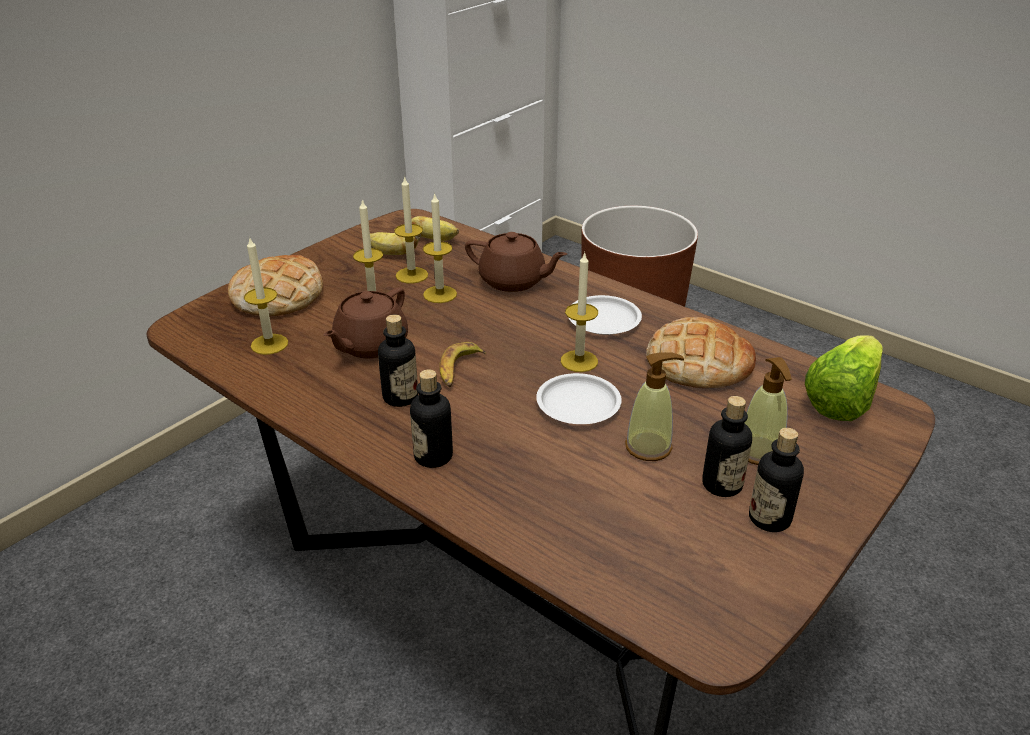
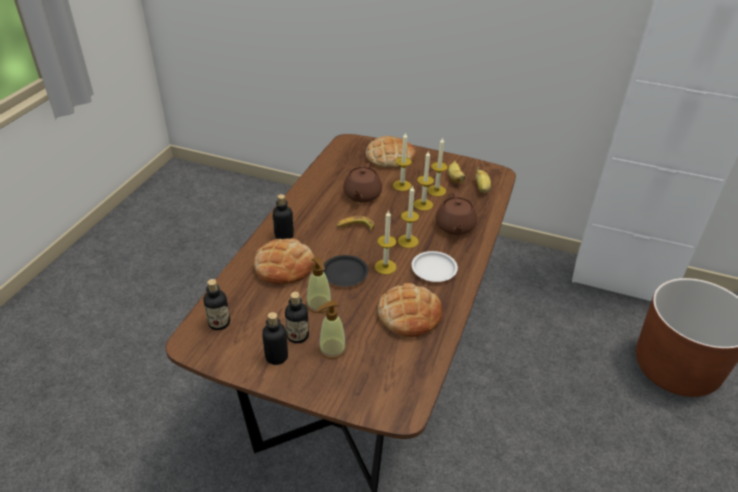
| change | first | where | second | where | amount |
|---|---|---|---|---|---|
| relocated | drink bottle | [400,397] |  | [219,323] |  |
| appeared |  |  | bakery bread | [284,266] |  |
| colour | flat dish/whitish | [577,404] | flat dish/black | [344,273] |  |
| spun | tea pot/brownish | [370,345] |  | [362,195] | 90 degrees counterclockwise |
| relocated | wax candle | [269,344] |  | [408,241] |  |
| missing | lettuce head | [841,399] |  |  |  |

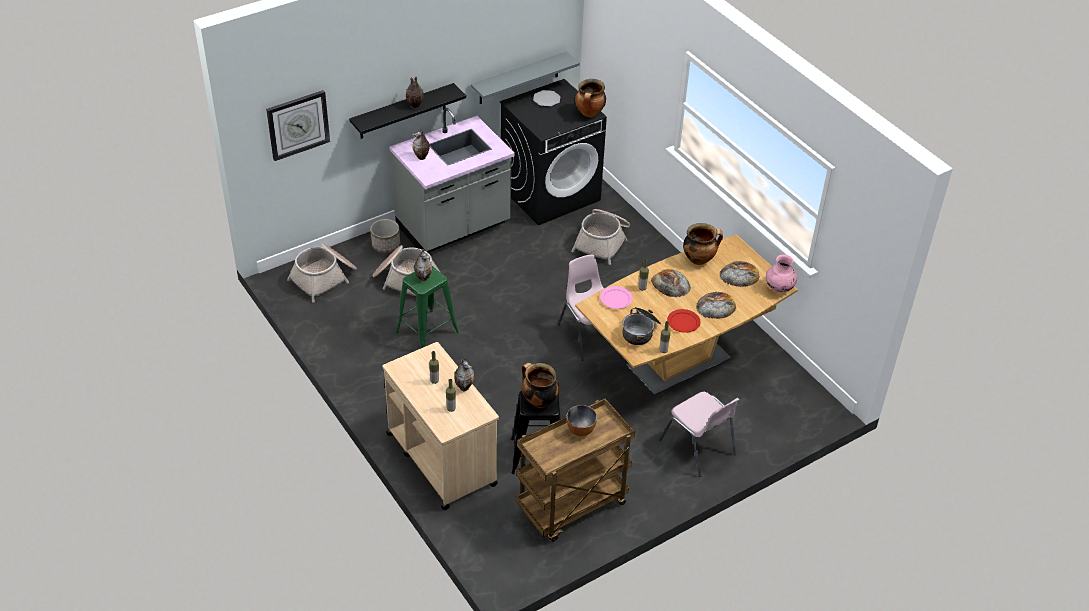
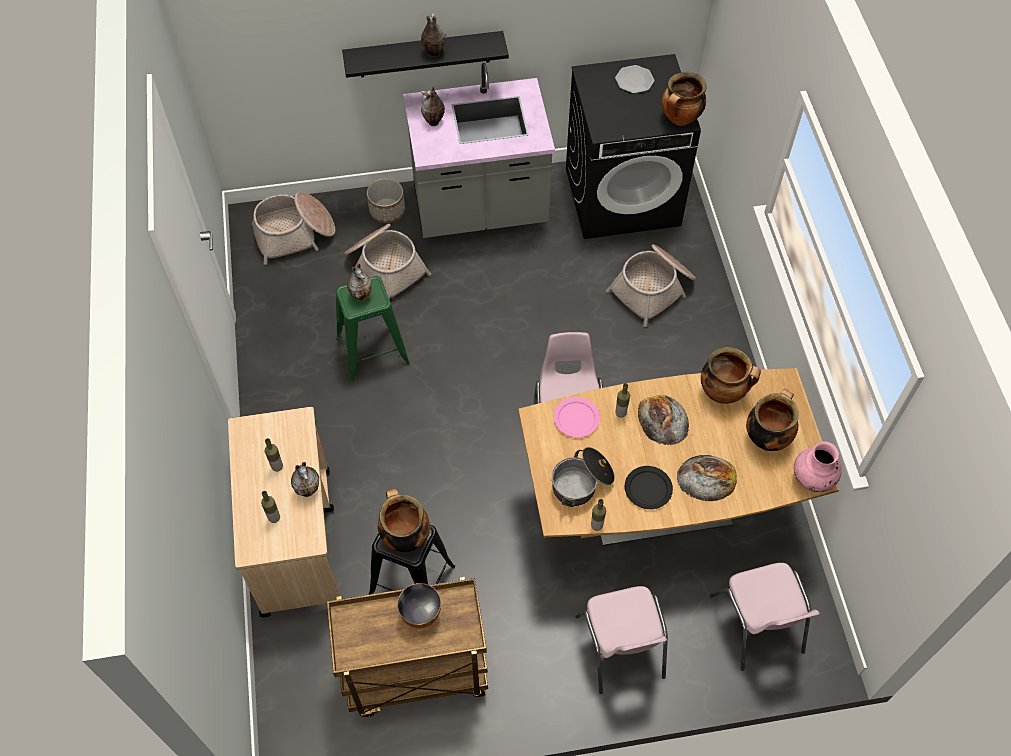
| change | first | where | second | where | amount |
|---|---|---|---|---|---|
| colour | flat dish/red-coloured | [683,322] | flat dish/black | [648,489] |  |
| appeared |  |  | plain chair/pink | [757,625] |  |
| exchanged | bakery bread | [739,275] | cooking pot | [766,437] |  |
| missing | clock on the wall | [298,124] |  |  |  |
| missing | wall shelf/gray | [519,78] |  |  |  |

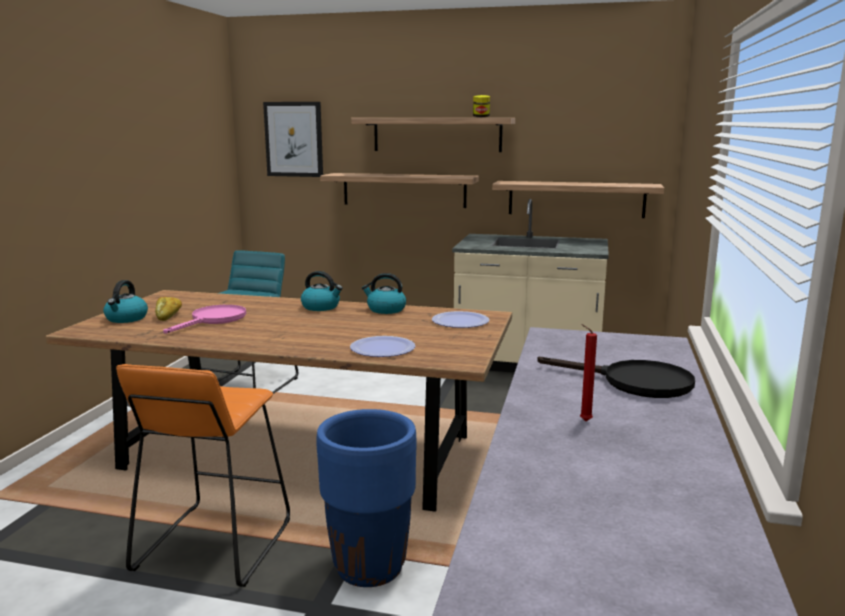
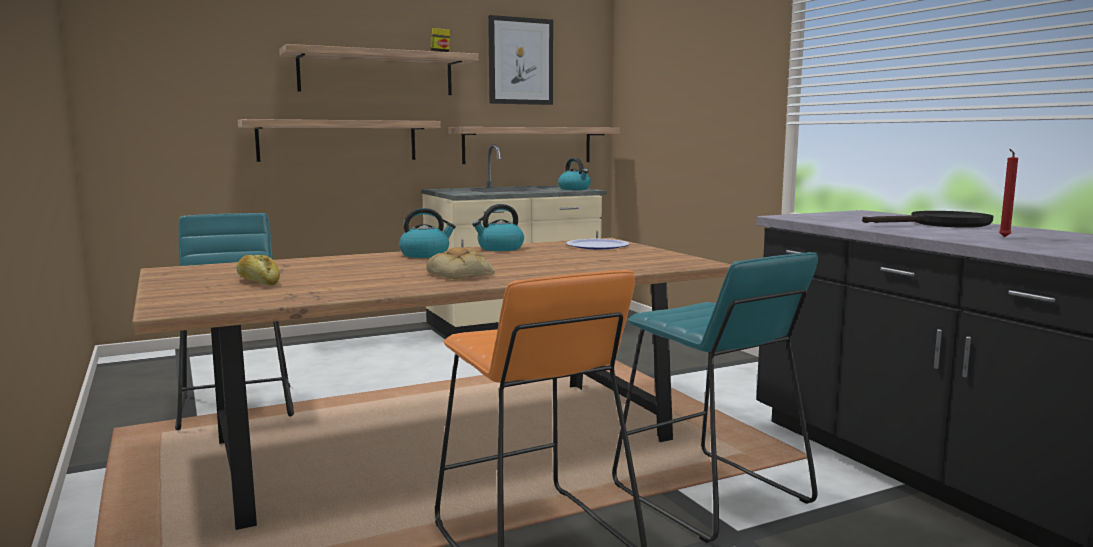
| change | first | where | second | where | amount |
|---|---|---|---|---|---|
| appeared |  |  | bakery bread | [462,274] |  |
| relocated | wall picture | [294,139] |  | [520,61] |  |
| relocated | tea kettle | [126,319] |  | [574,189] |  |
| exchanged | planter/bluish | [369,567] | stool seat/turquoise | [709,495] |  |
| missing | pan/pink | [214,320] |  |  |  |
| missing | flat dish | [382,348] |  |  |  |

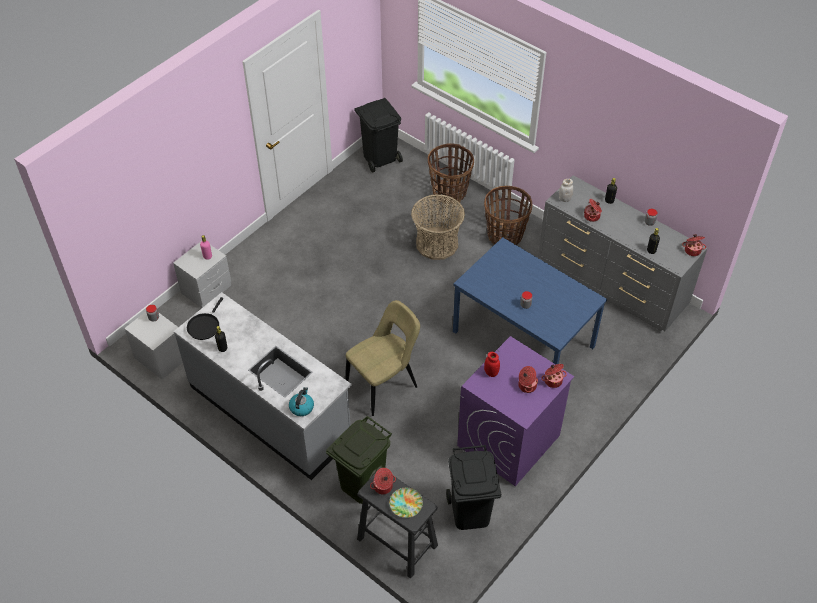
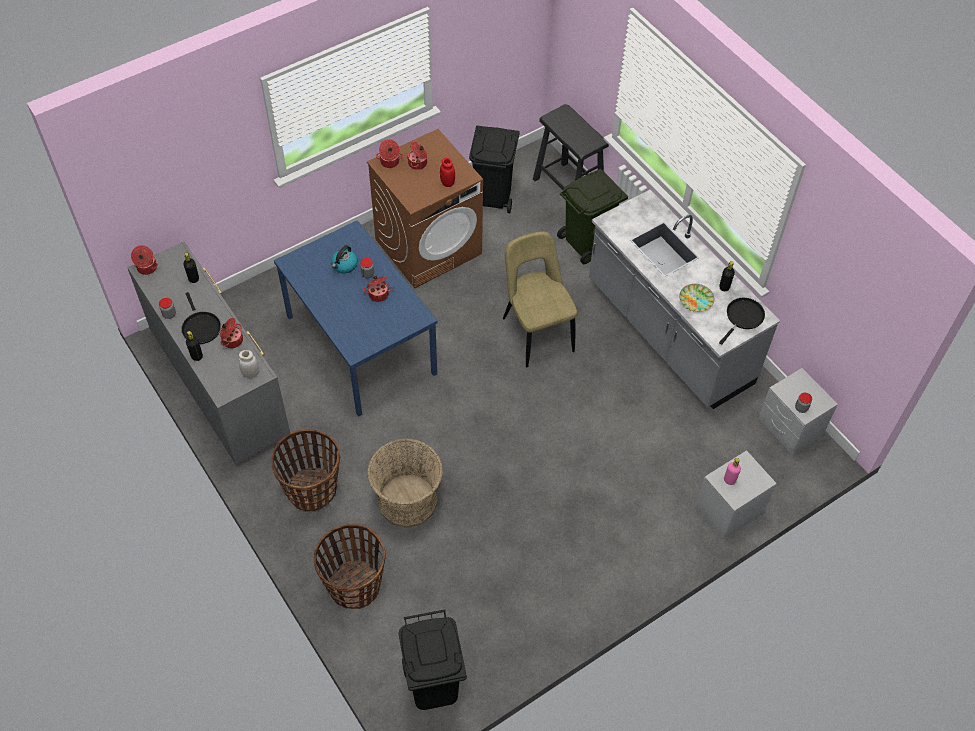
| change | first | where | second | where | amount |
|---|---|---|---|---|---|
| appeared |  |  | pan/black | [200,327] |  |
| relocated | tea kettle | [301,407] |  | [344,265] |  |
| relocated | cooking pot | [383,487] |  | [378,294] |  |
| colour | washing machine/purple-coloured | [508,441] | washing machine/brownish | [429,246] |  |
| spun | plain chair/beige | [384,385] |  | [536,332] | 90 degrees clockwise |
| relocated | flat dish | [406,504] |  | [696,299] |  |

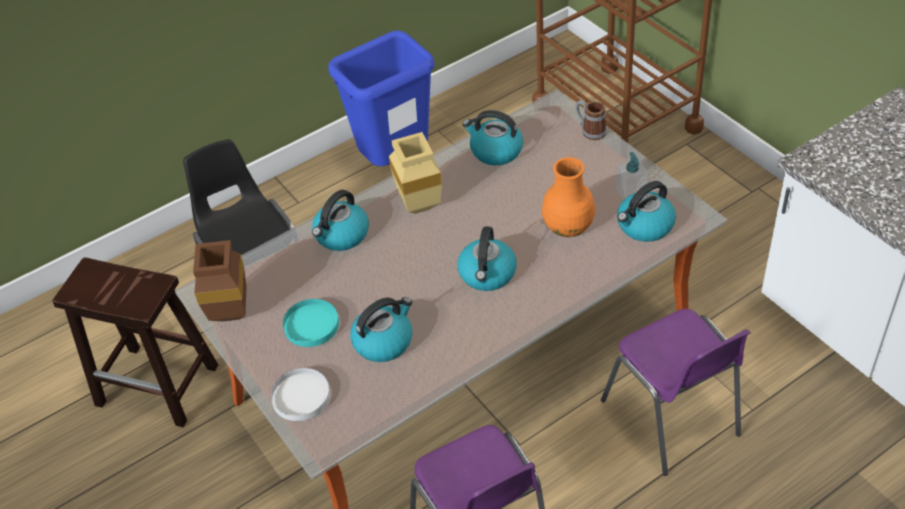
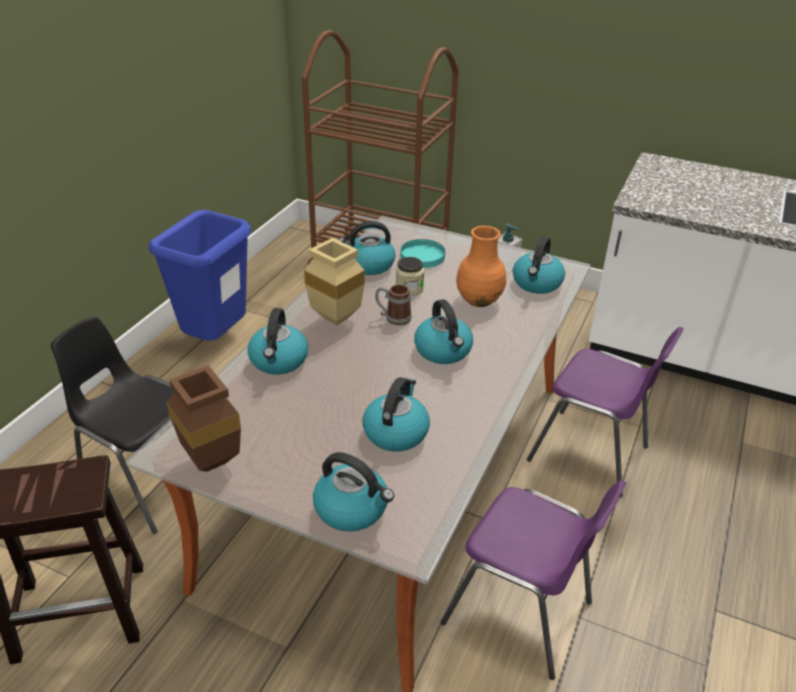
| change | first | where | second | where | amount |
|---|---|---|---|---|---|
| exchanged | flat dish/whitish | [301,396] | tea kettle | [352,509] |  |
| relocated | coffee mug | [590,130] |  | [393,318] |  |
| appeared |  |  | storage jar | [409,288] |  |
| relocated | flat dish/turquoise | [311,325] |  | [422,256] |  |

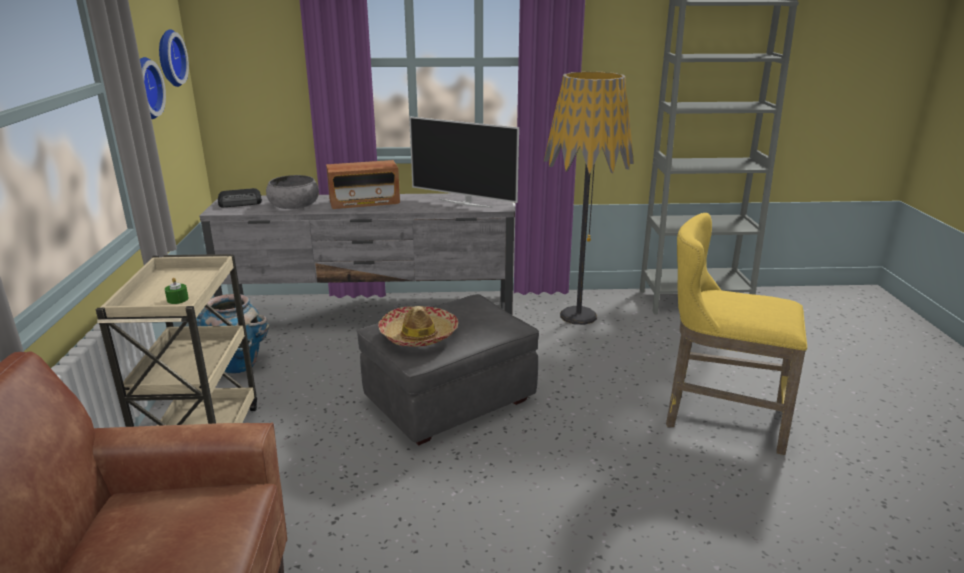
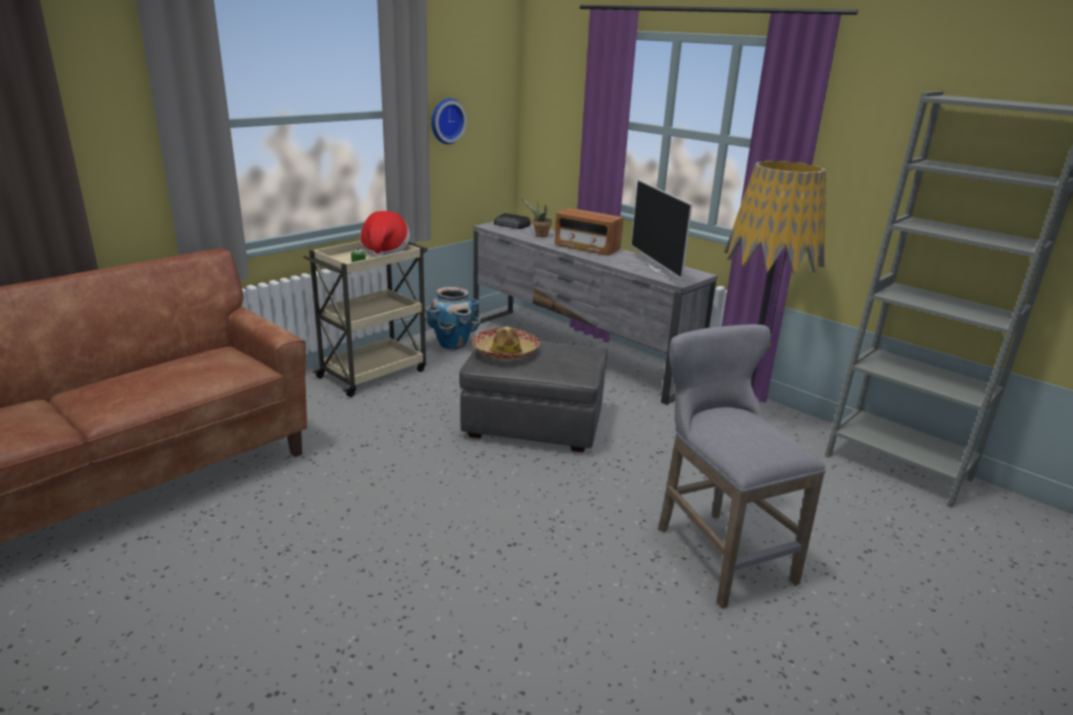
| change | first | where | second | where | amount |
|---|---|---|---|---|---|
| appeared |  |  | wearable hat | [384,251] |  |
| exchanged | serving bowl/gray | [294,204] | potted plant | [539,235] |  |
| colour | stool seat/yellow-coloured | [717,418] | stool seat/gray | [717,550] |  |
| missing | clock on the wall | [168,58] |  |  |  |

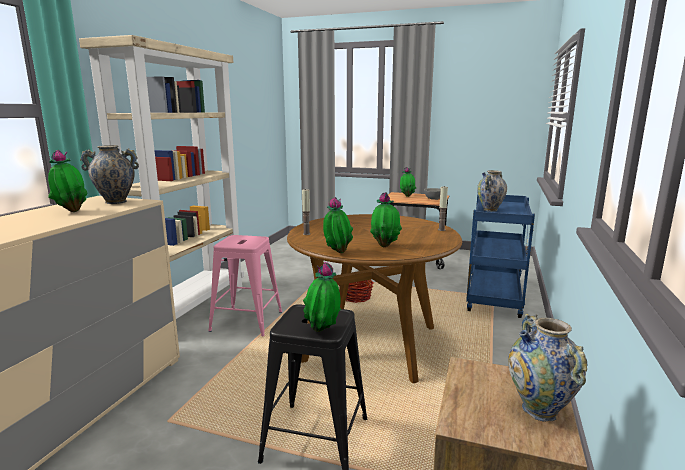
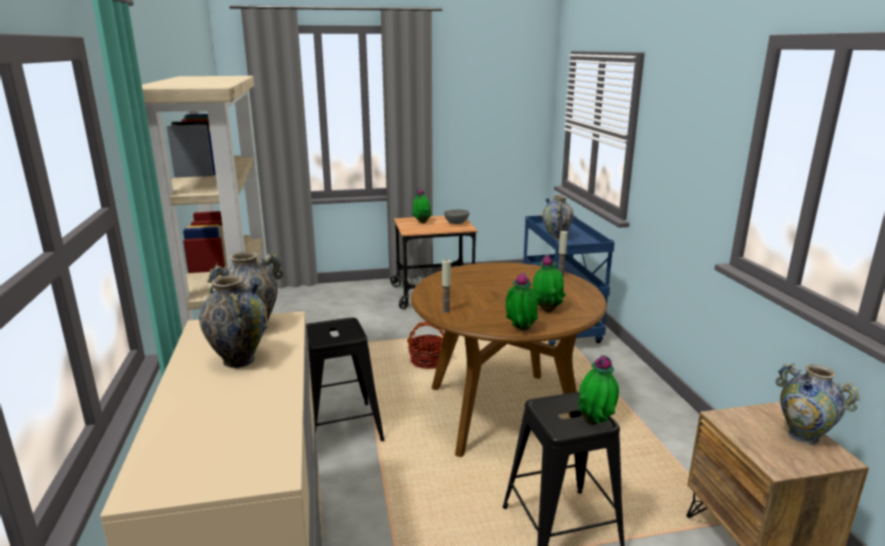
| change | first | where | second | where | amount |
|---|---|---|---|---|---|
| exchanged | potted plant | [71,211] | decorative vase | [239,360] |  |
| colour | stool seat/pink | [247,321] | stool seat/black | [341,428] |  |

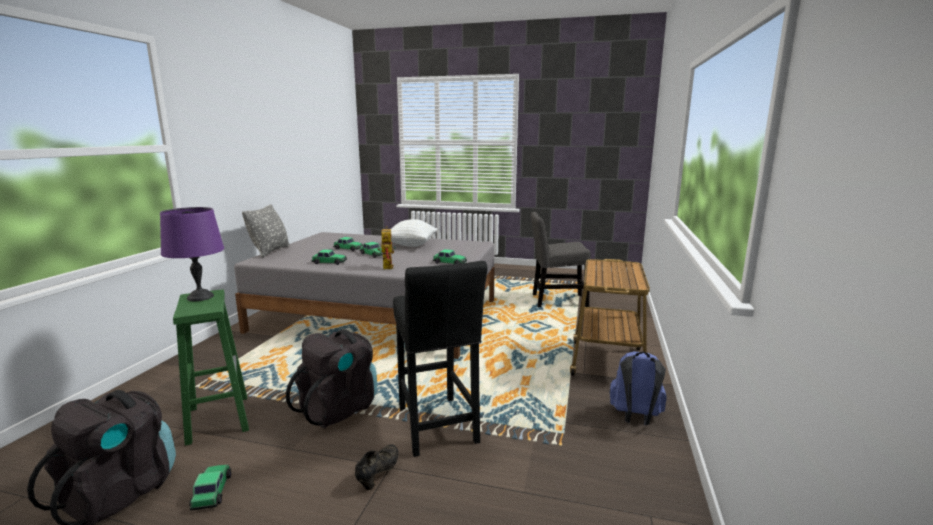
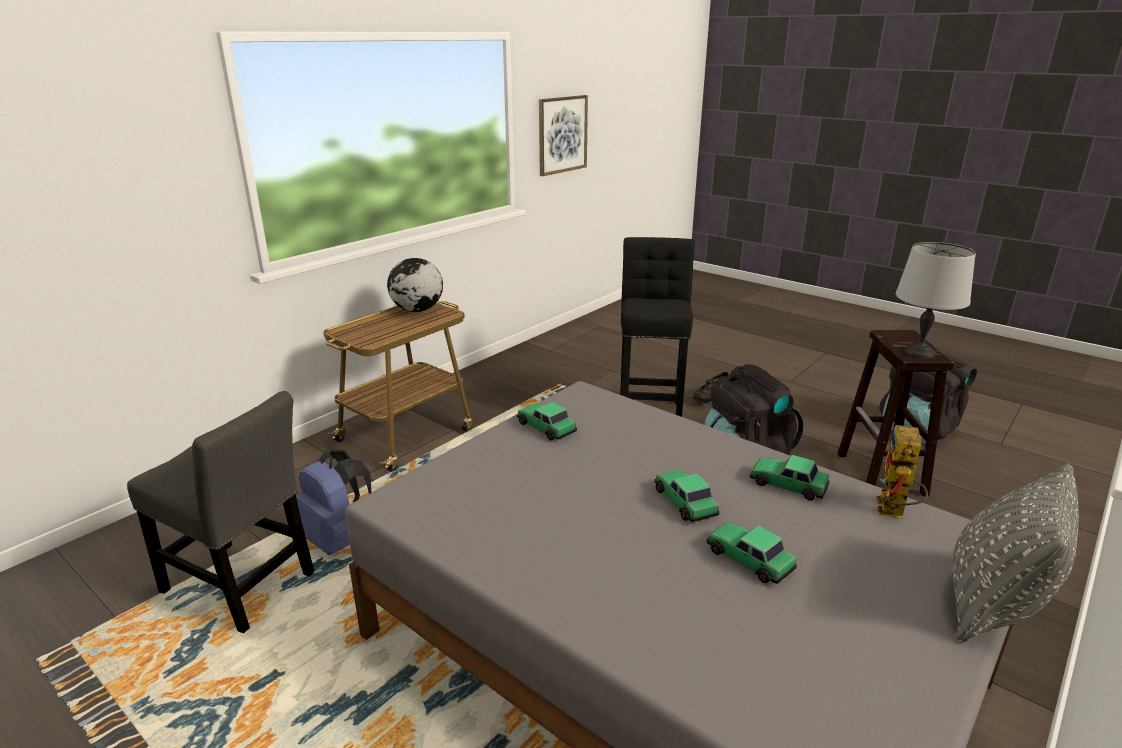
| change | first | where | second | where | amount |
|---|---|---|---|---|---|
| relocated | rucksack/bluish | [635,417] |  | [338,540] |  |
| appeared |  |  | desk globe | [417,310] |  |
| appeared |  |  | wall picture | [562,134] |  |
| colour | stool seat/greenish | [218,418] | stool seat/brownish | [882,475] |  |
| relocated | toy robot | [386,266] |  | [894,512] |  |
| colour | table lamp/purple-coloured | [200,297] | table lamp/gray | [919,352] |  |
| missing | miniature car | [212,491] |  |  |  |
| missing | throw pillow/whitish | [411,245] |  |  |  |

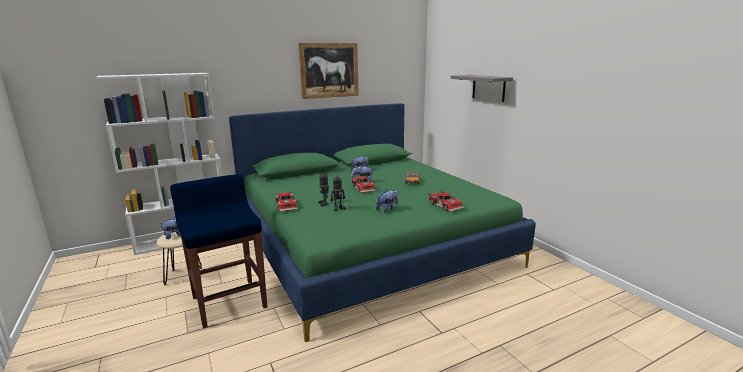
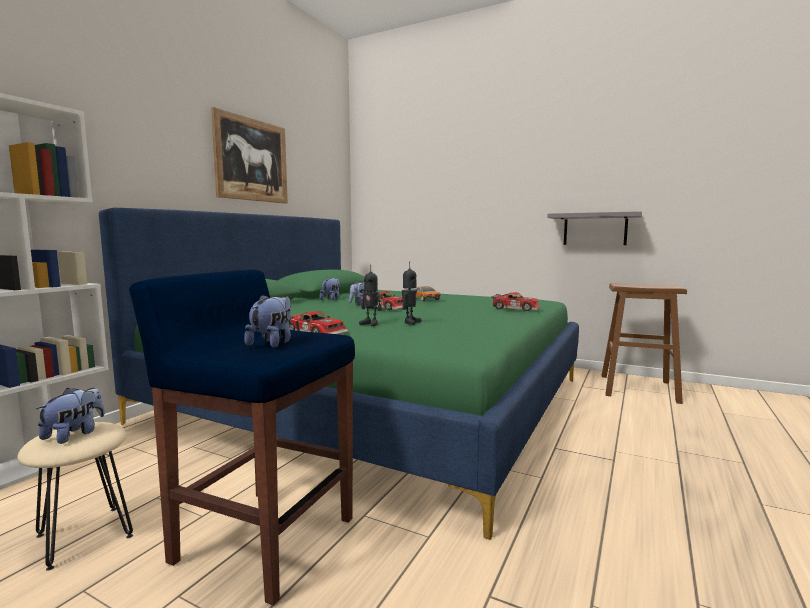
| change | first | where | second | where | amount |
|---|---|---|---|---|---|
| relocated | soft toy | [387,209] |  | [272,343] |  |
| relocated | wall shelf/gray | [488,87] |  | [595,229] |  |
| appeared |  |  | stool seat/brownish | [638,388] |  |

